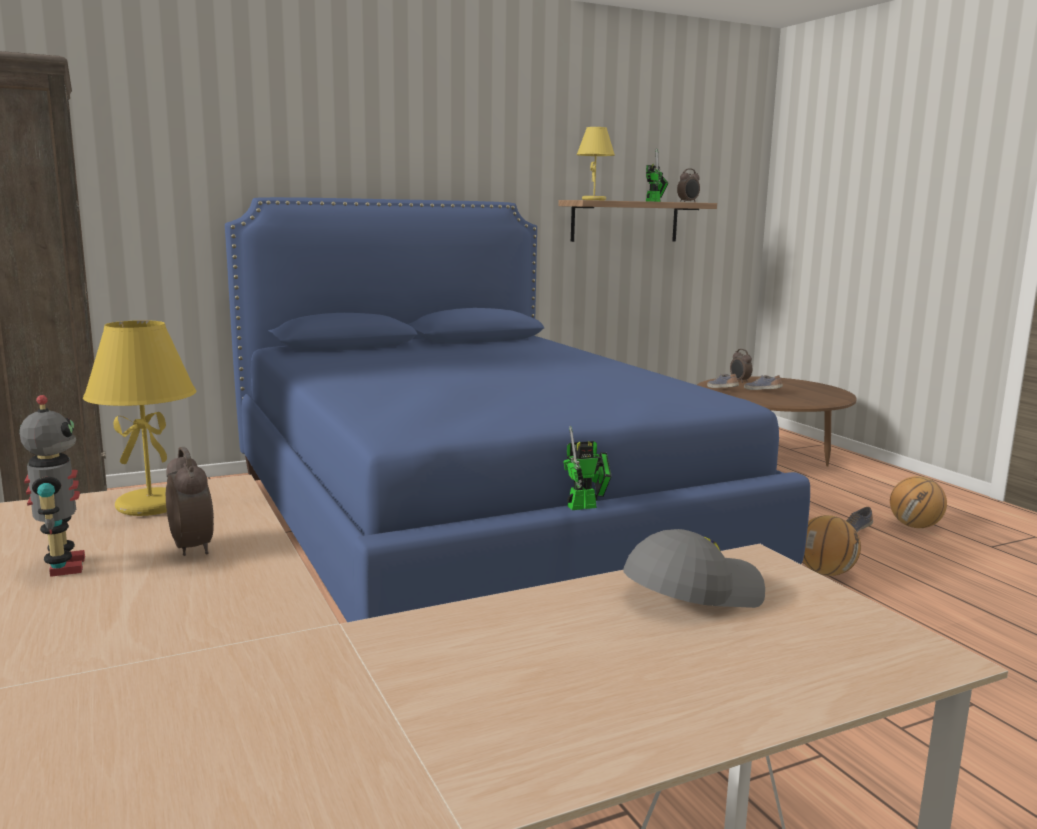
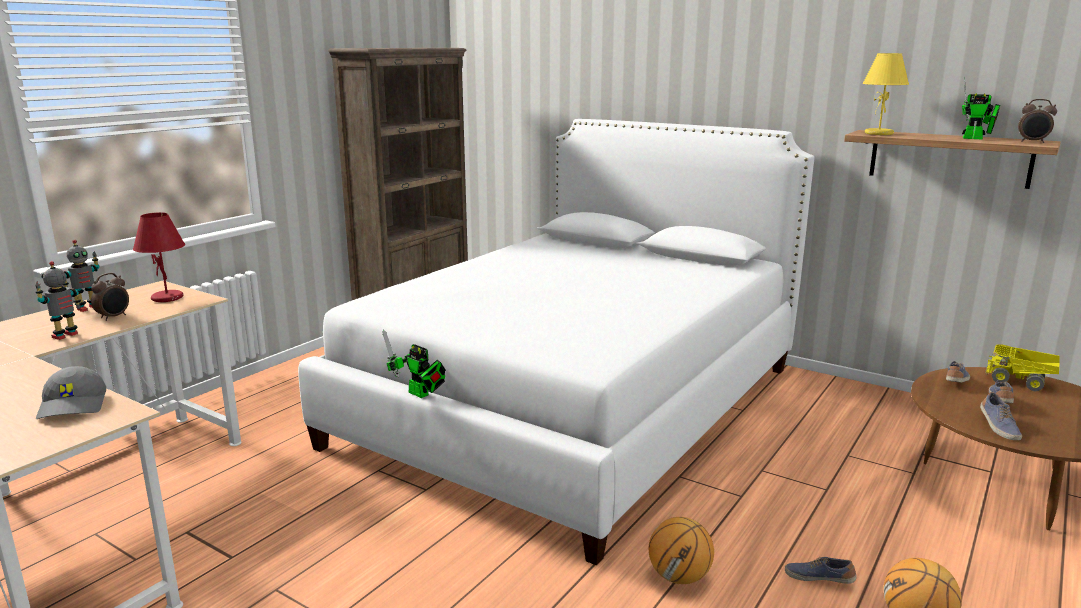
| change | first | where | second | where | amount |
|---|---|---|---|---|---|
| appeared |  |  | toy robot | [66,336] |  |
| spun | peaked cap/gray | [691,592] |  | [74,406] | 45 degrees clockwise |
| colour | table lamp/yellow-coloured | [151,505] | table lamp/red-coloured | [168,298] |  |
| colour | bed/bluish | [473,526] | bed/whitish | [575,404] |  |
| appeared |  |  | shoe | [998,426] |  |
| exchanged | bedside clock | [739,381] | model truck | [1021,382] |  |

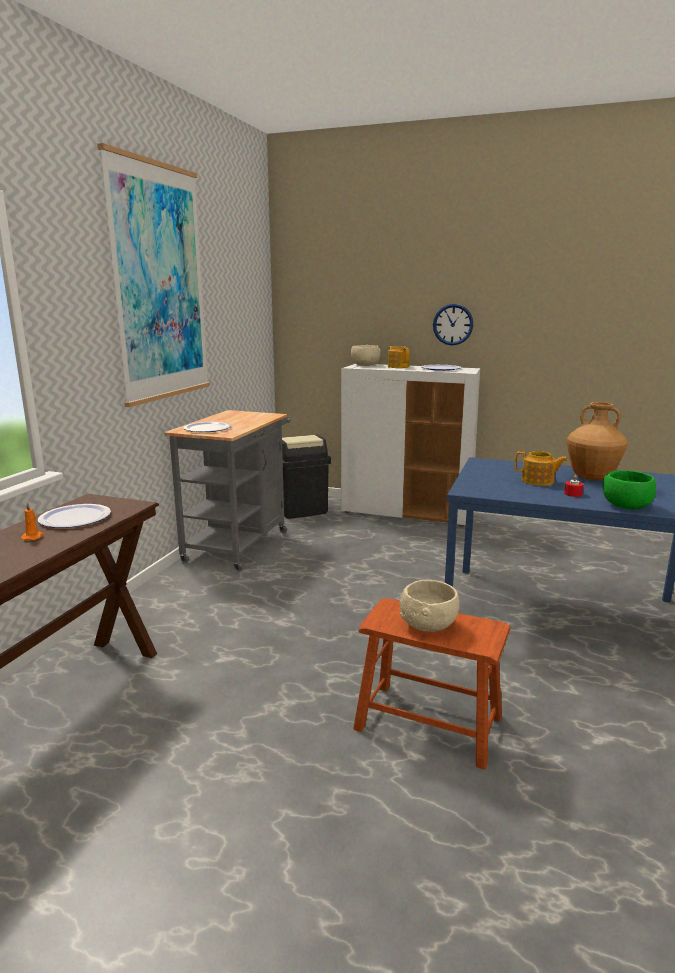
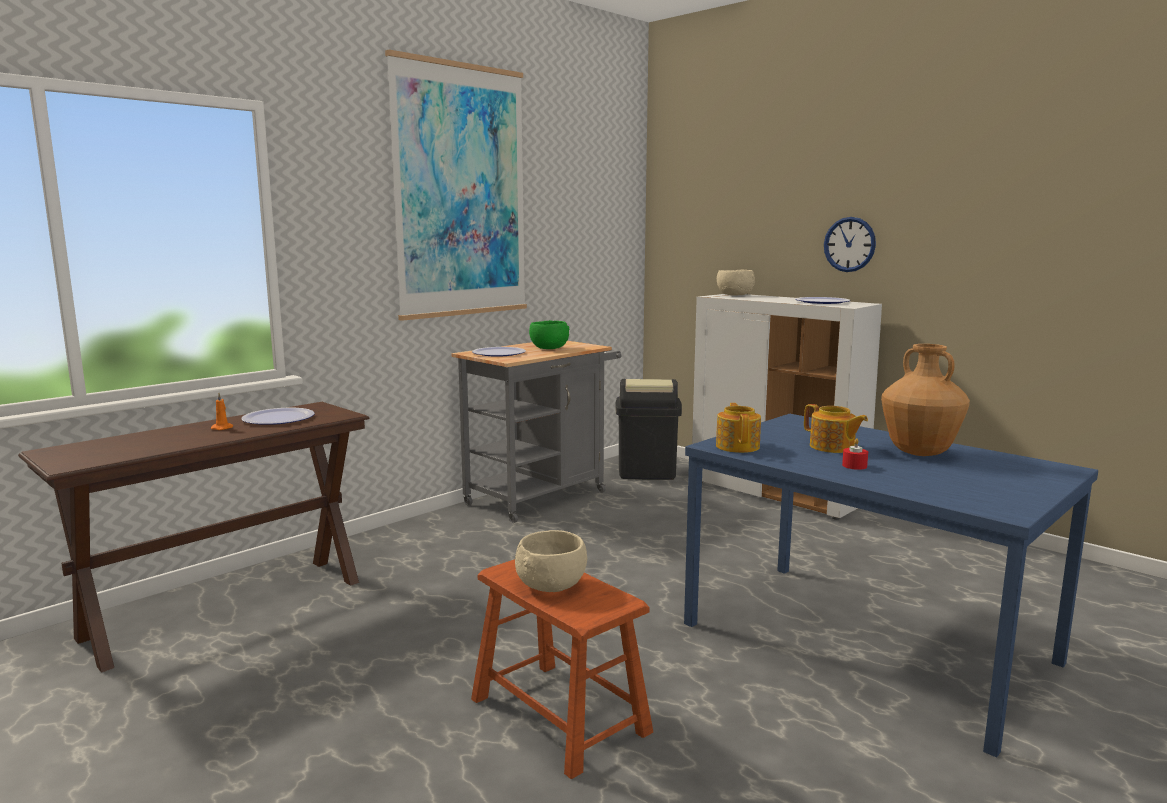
| change | first | where | second | where | amount |
|---|---|---|---|---|---|
| relocated | serving bowl/greenish | [625,506] |  | [548,348] |  |
| relocated | tea pot | [398,366] |  | [738,446] |  |

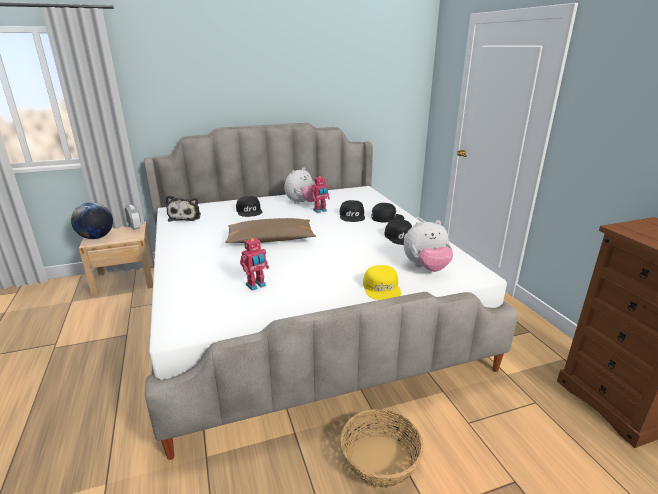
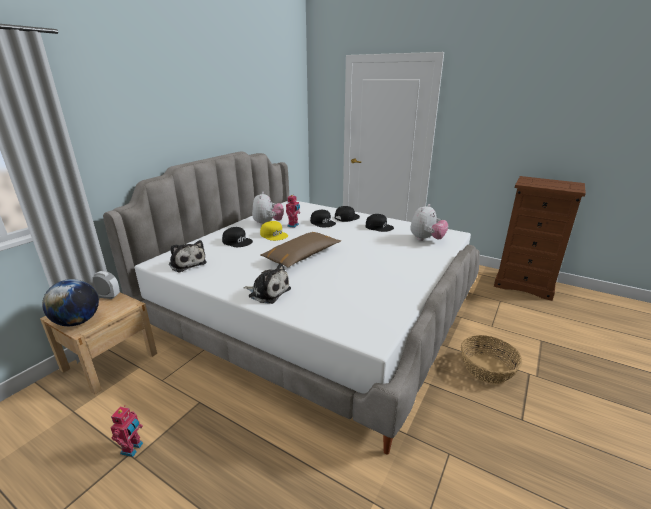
| change | first | where | second | where | amount |
|---|---|---|---|---|---|
| relocated | toy robot | [256,286] |  | [133,448] |  |
| appeared |  |  | soft toy | [268,292] |  |
| relocated | peaked cap/yellow-coloured | [382,288] |  | [274,235] |  |

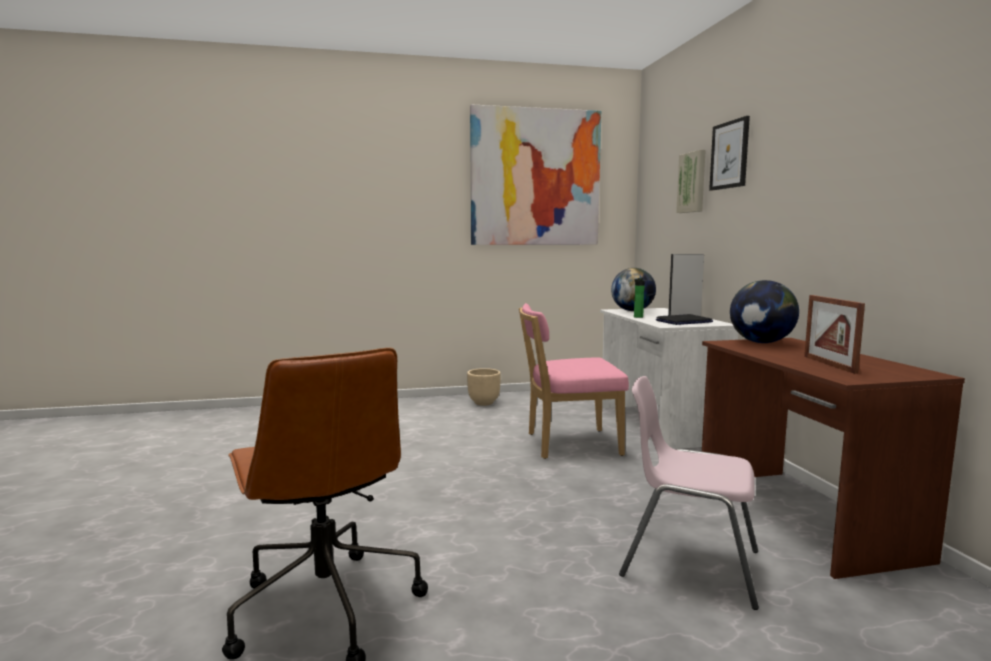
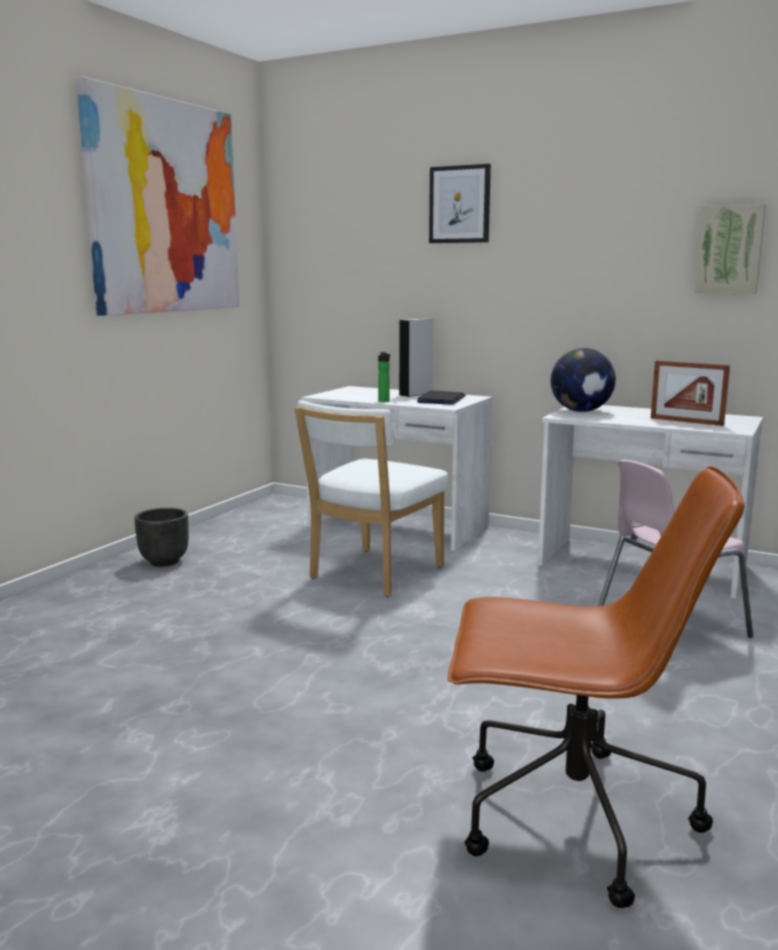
| change | first | where | second | where | amount |
|---|---|---|---|---|---|
| colour | planter/beige | [484,403] | planter/black | [164,561] |  |
| colour | plain chair/pink | [568,444] | plain chair/whitish | [372,574] |  |
| colour | desk table/brownish | [800,516] | desk table/whitish | [642,566] |  |
| relocated | wall picture | [693,182] |  | [730,249] |  |
| missing | desk globe | [632,311] |  |  |  |

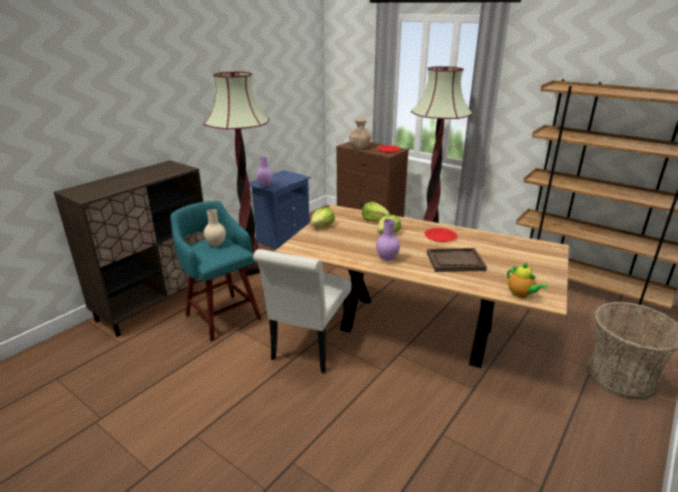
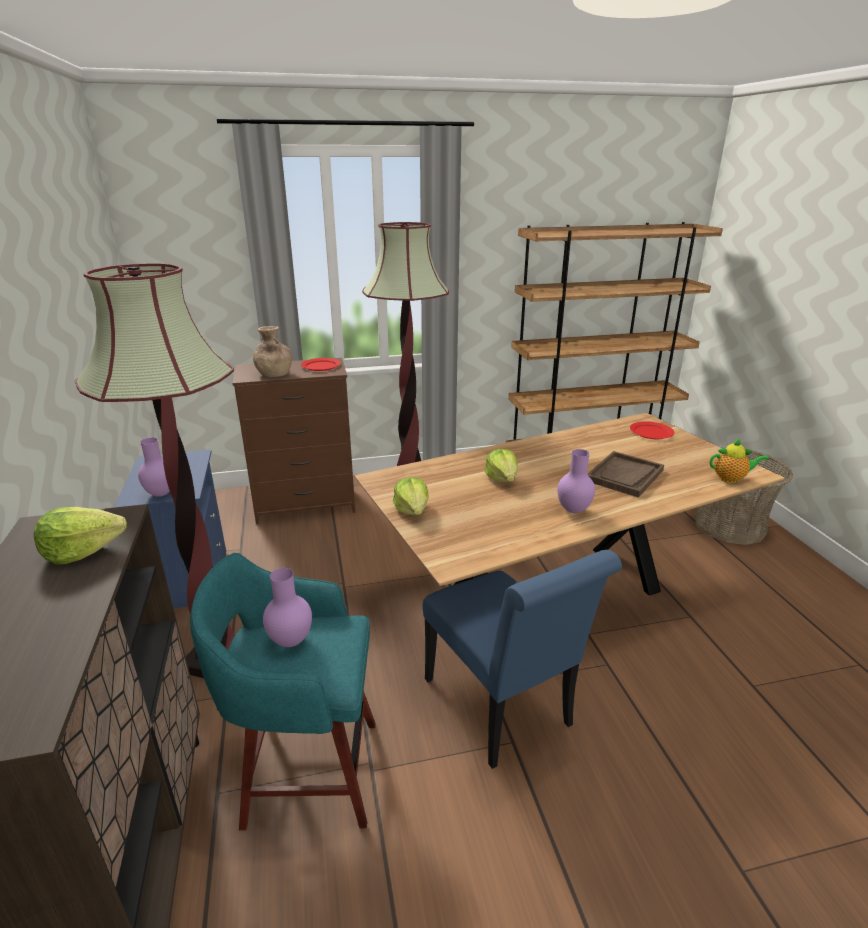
| change | first | where | second | where | amount |
|---|---|---|---|---|---|
| relocated | lettuce head | [374,219] |  | [82,550] |  |
| colour | decorative vase/beige | [216,245] | decorative vase/purple-coloured | [292,640] |  |
| colour | plain chair/whitish | [309,348] | plain chair/bluish | [502,709] |  |
| relocated | flat dish/red-coloured | [440,236] |  | [651,432] |  |

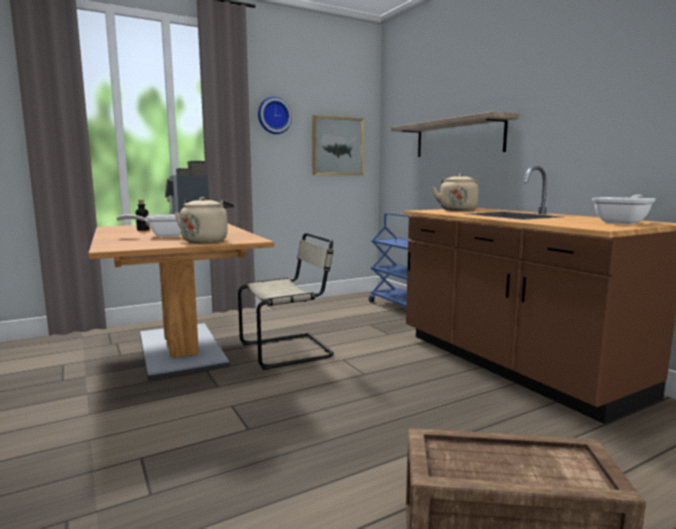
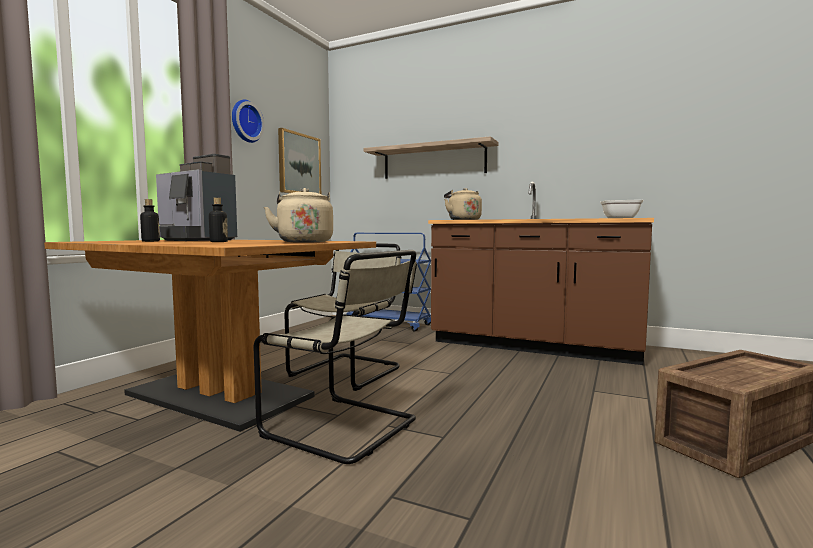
| change | first | where | second | where | amount |
|---|---|---|---|---|---|
| exchanged | pan | [164,235] | drink bottle | [218,242] |  |
| appeared |  |  | plain chair/beige | [345,429] |  |

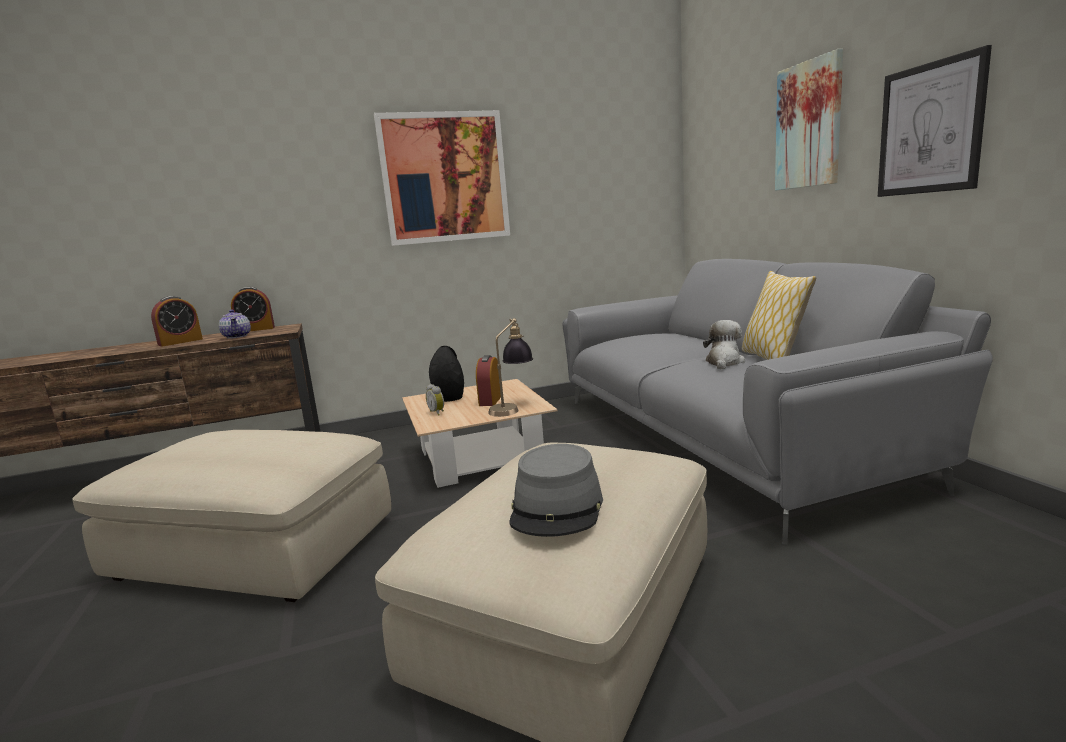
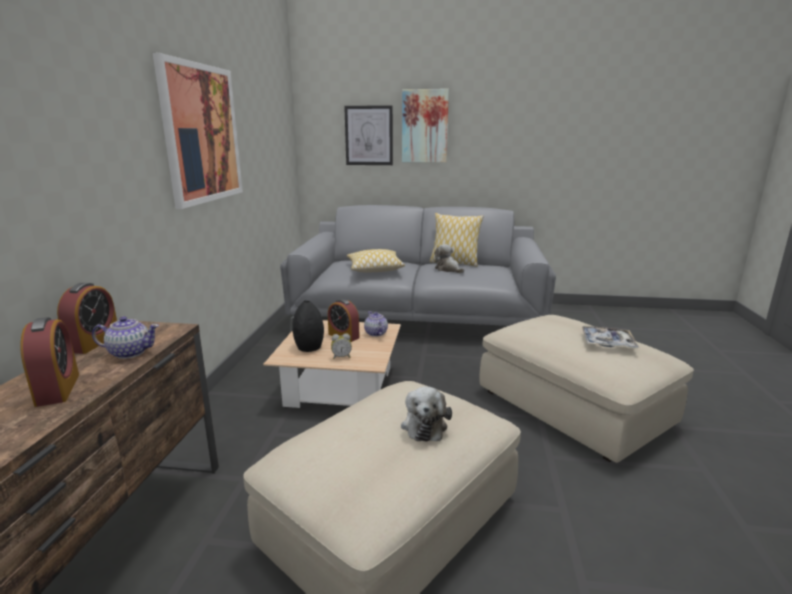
| change | first | where | second | where | amount |
|---|---|---|---|---|---|
| relocated | wall picture | [930,129] |  | [369,135] |  |
| appeared |  |  | throw pillow | [374,269] |  |
| exchanged | table lamp | [513,407] | tea pot | [376,333] |  |
| appeared |  |  | soft toy | [424,425] |  |
| exchanged | wearable hat/gray | [557,507] | serving tray | [607,343] |  |

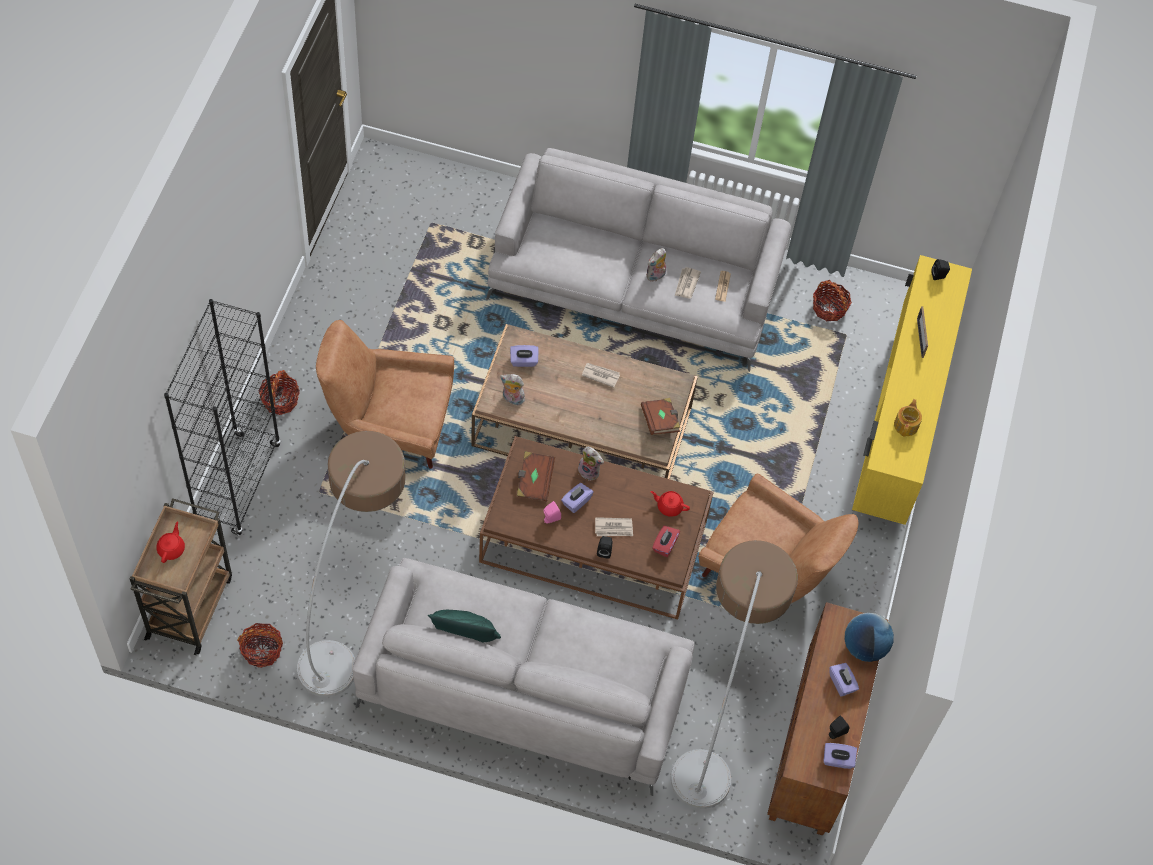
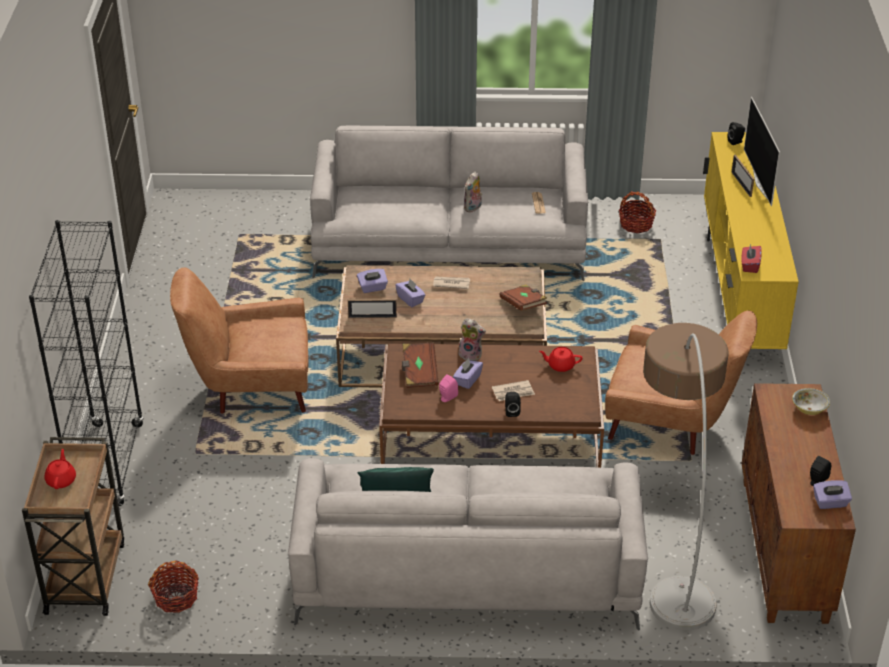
| change | first | where | second | where | amount |
|---|---|---|---|---|---|
| exchanged | soft toy | [512,399] | standing frame | [372,317] |  |
| relocated | tissue holder/purple-coloured | [842,683] |  | [410,299] |  |
| relocated | tissue holder/red-coloured | [664,545] |  | [749,265] |  |
| appeared |  |  | television | [760,184] |  |
| exchanged | desk globe | [864,647] | serving bowl | [809,409] |  |
| missing | storage basket | [280,400] |  |  |  |
| missing | standing lamp | [354,599] |  |  |  |
| missing | newspaper | [686,284] |  |  |  |
| missing | tea pot | [906,425] |  |  |  |

